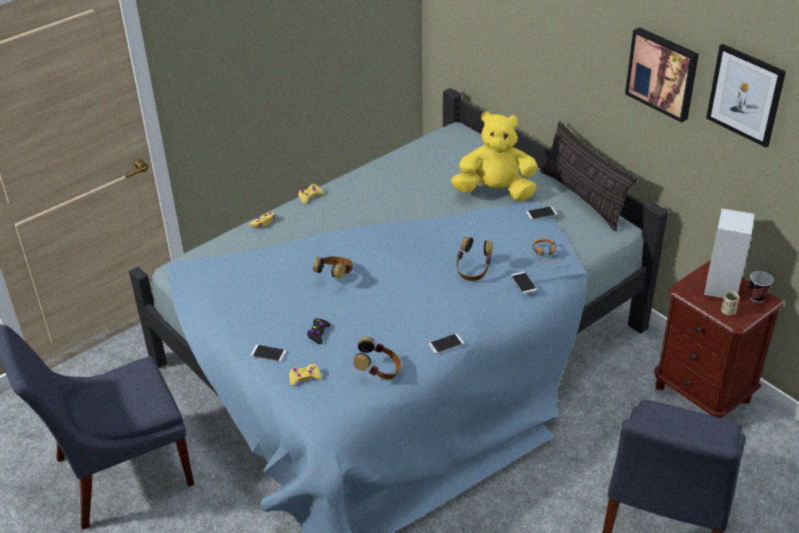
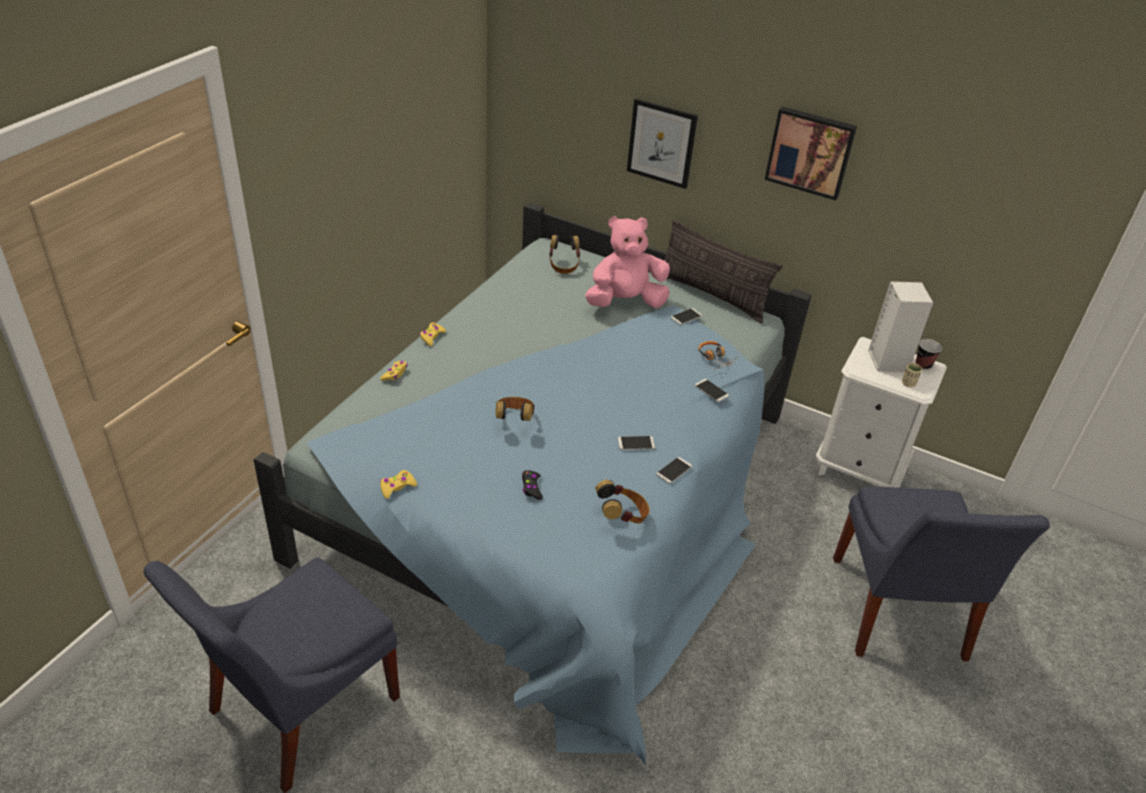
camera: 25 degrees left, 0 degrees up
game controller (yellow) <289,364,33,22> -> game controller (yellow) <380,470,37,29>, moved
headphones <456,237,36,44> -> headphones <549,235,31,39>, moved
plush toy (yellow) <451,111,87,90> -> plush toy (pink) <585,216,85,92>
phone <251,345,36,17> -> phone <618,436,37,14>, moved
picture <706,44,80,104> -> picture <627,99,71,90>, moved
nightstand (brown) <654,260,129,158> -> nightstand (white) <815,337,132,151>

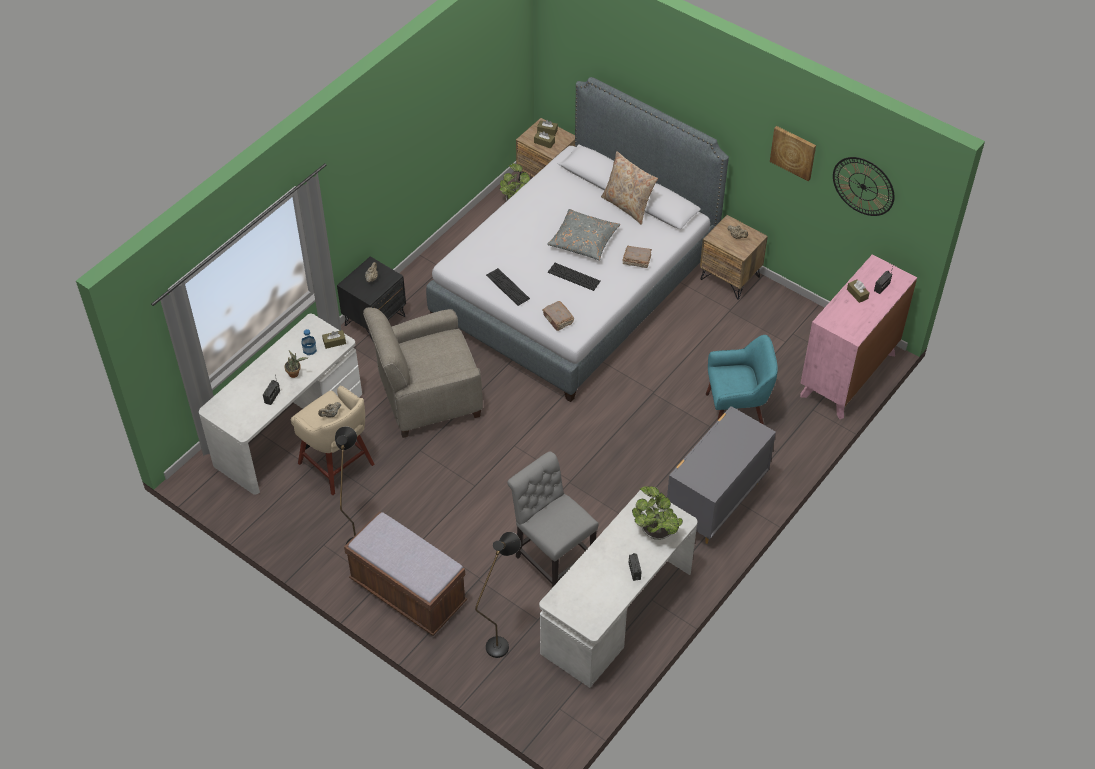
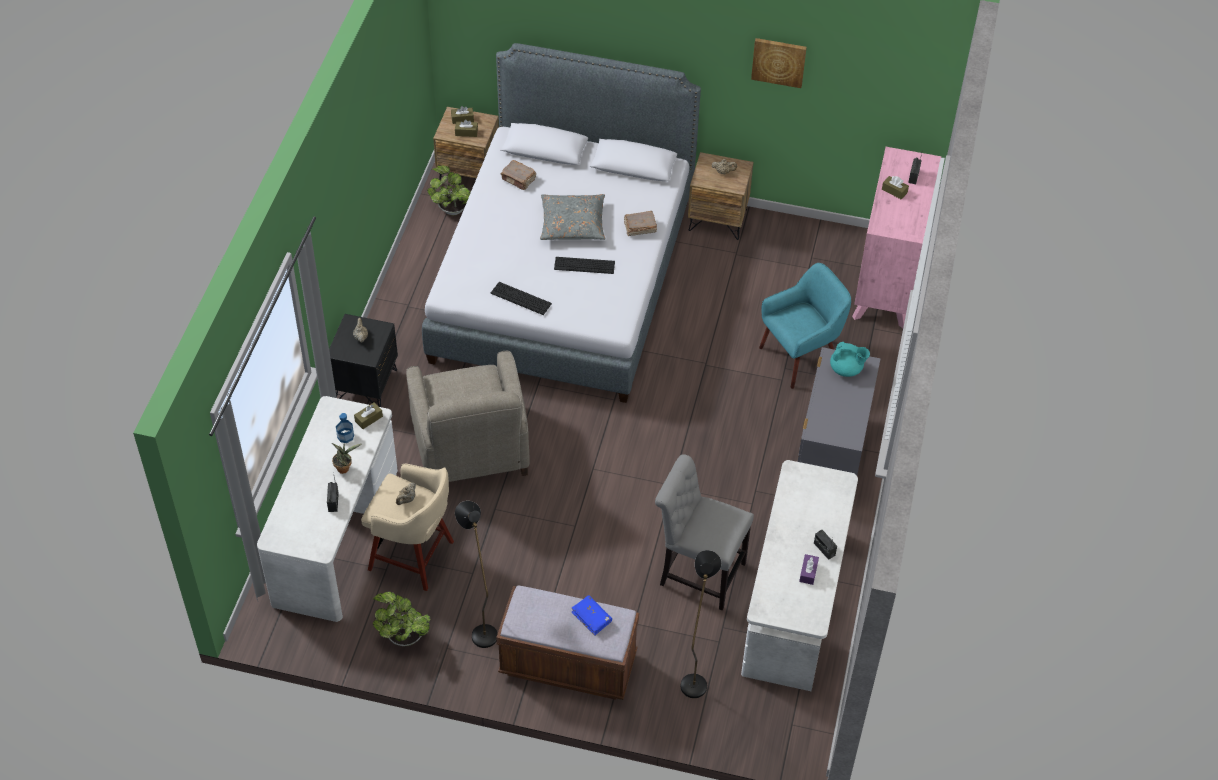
camera: 25 degrees left, 0 degrees up
potted plant <632,486,51,54> -> potted plant <373,592,57,54>, moved
armchair (beige) <363,307,120,131> -> armchair (beige) <406,351,124,131>, 60 degrees counterclockwise
book (brown) <542,301,32,30> -> book (brown) <500,160,36,30>, moved
none -> book (blue) <571,595,41,41>
none -> tissue box (purple) <799,554,20,31>
none -> teapot (turquoise) <830,342,40,35>
pillow (beige) <601,151,57,74> -> none
wall clock <833,157,62,59> -> none

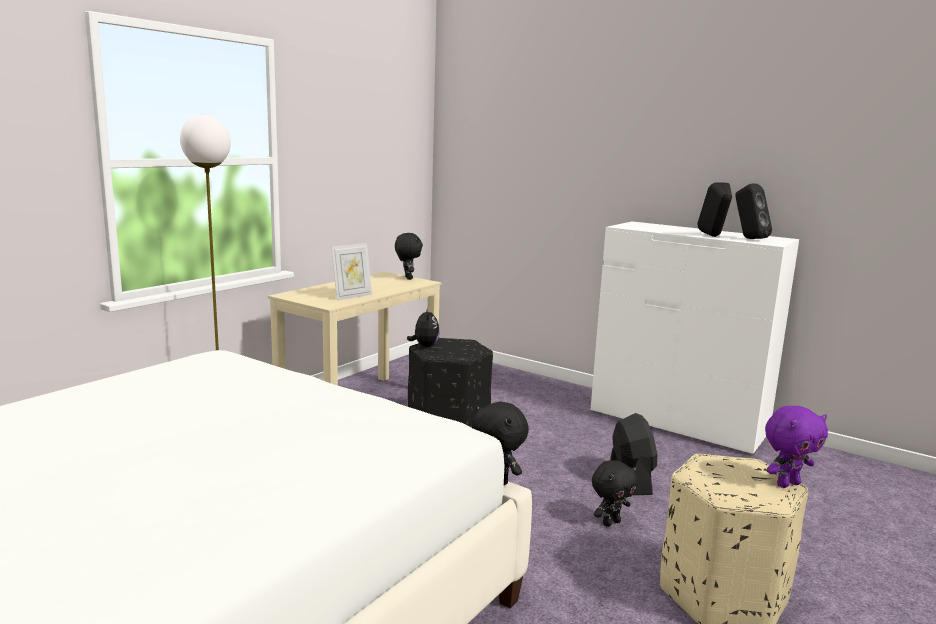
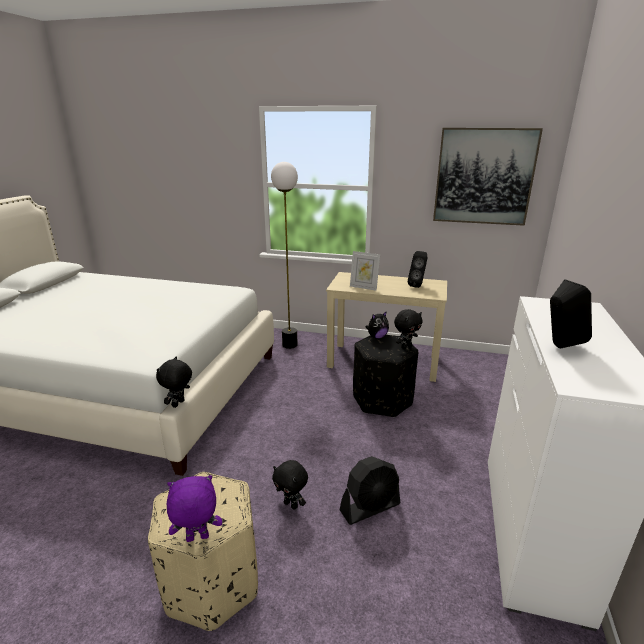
camera: 70 degrees right, 10 degrees up
plush toy (purple) <765,406,63,82> -> plush toy (purple) <166,475,56,67>, 120 degrees clockwise
plush toy (black) <395,233,28,47> -> plush toy (black) <394,309,29,40>, moved
speaker (black) <735,184,37,55> -> speaker (black) <408,251,20,37>, moved
none -> picture <433,128,110,98>

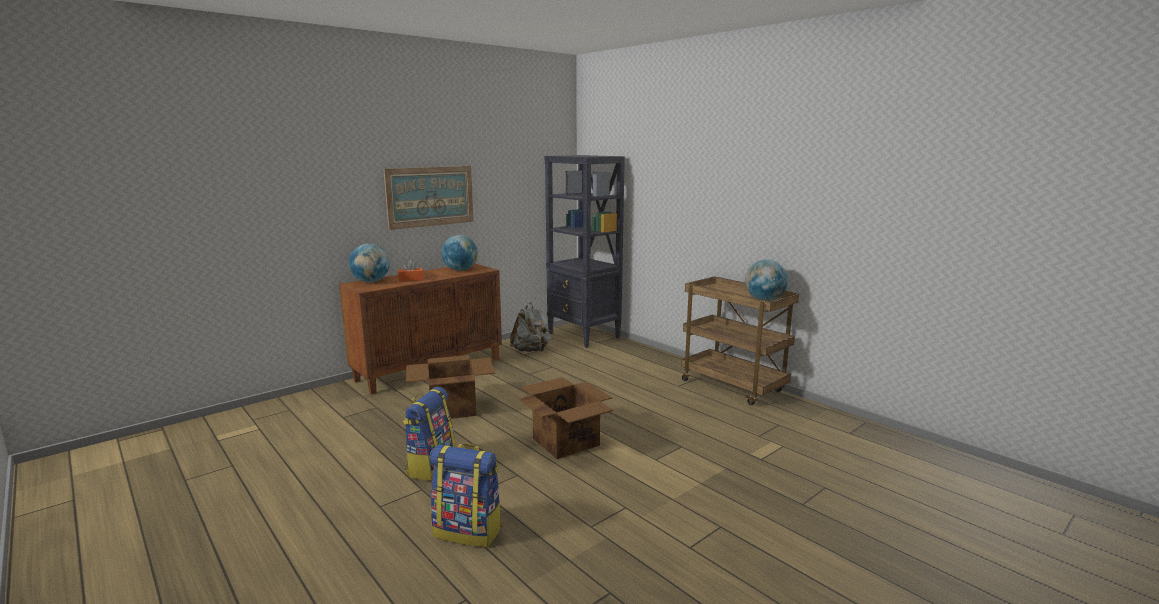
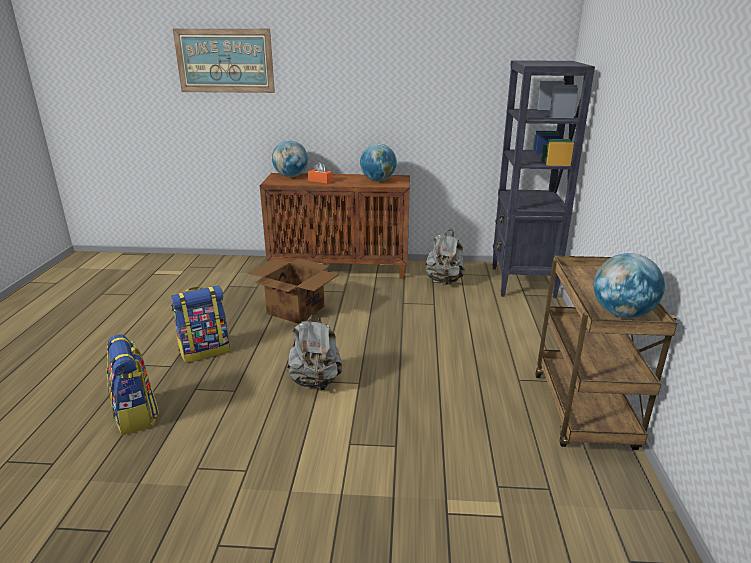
camera: 45 degrees right, 10 degrees up
picture <383,166,91,64> -> picture <173,28,102,65>, moved
cardboard box <519,377,94,82> -> backpack (grey) <286,313,56,78>

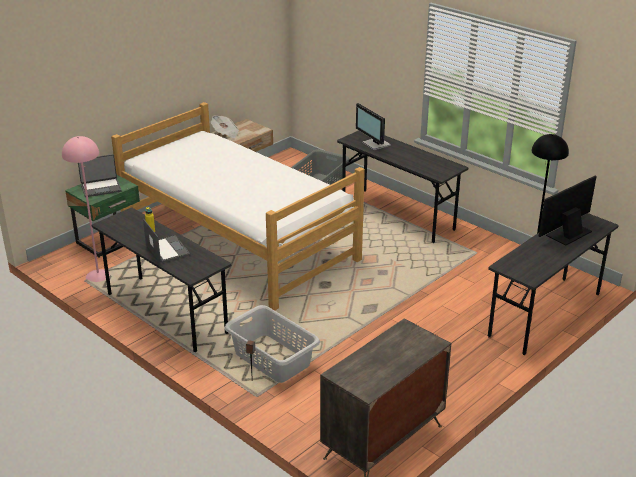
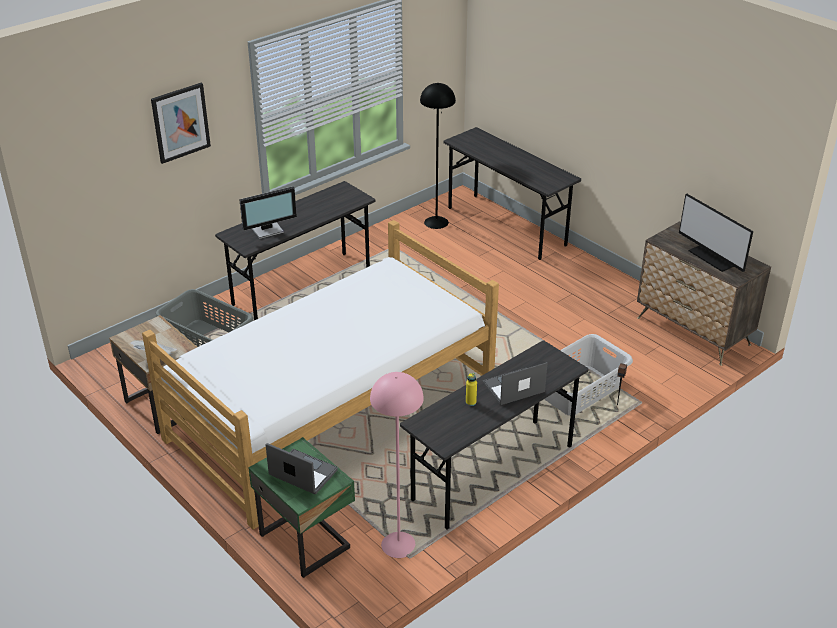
camera: 85 degrees left, 5 degrees up
none -> picture <151,83,60,81>
laptop <78,154,44,43> -> laptop <266,443,72,51>, 45 degrees counterclockwise
monitor <539,176,58,70> -> monitor <679,194,74,78>, moved

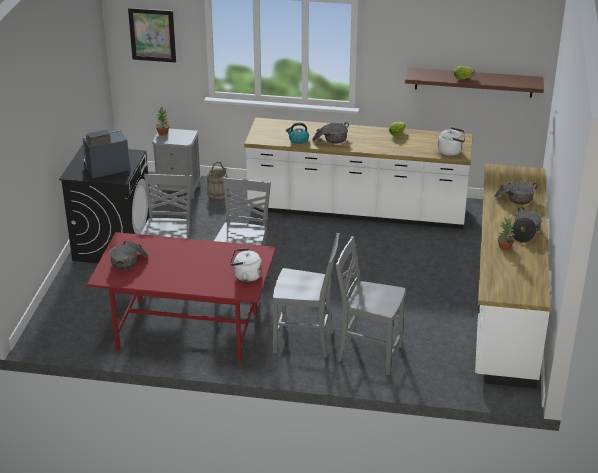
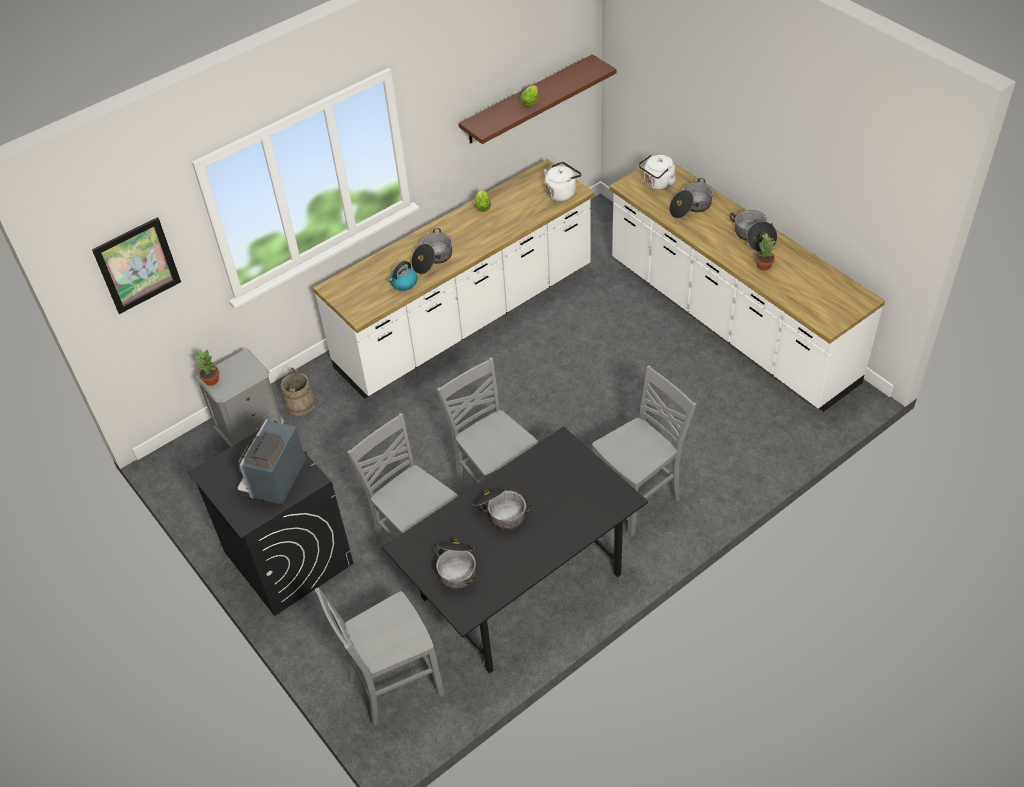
camera: 45 degrees left, 15 degrees up
chair (grey) <336,236,69,139> -> chair (grey) <315,587,130,139>, moved
dining table (red) <87,232,189,131> -> dining table (black) <382,426,266,247>
none -> cooking pot <472,488,61,42>
kettle (white) <230,248,32,34> -> kettle (white) <638,154,38,36>, moved

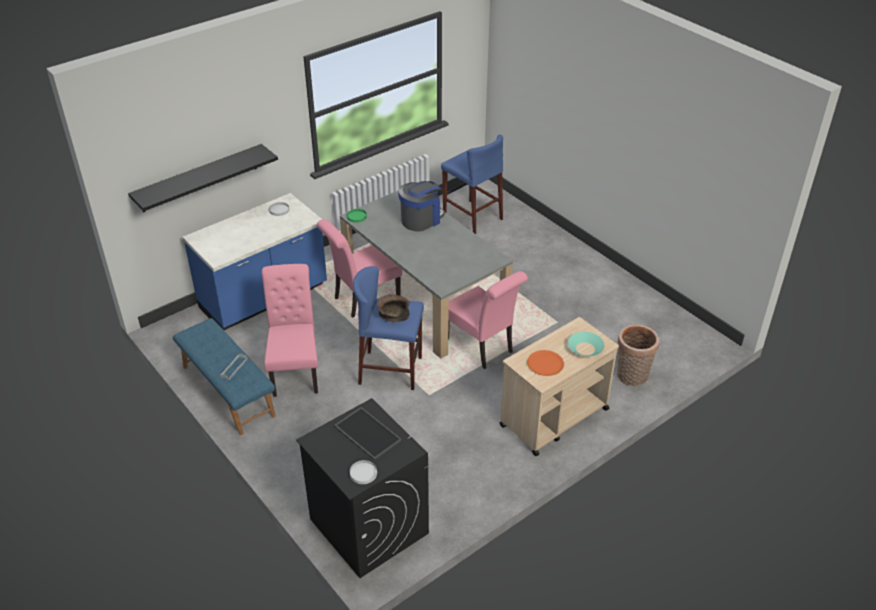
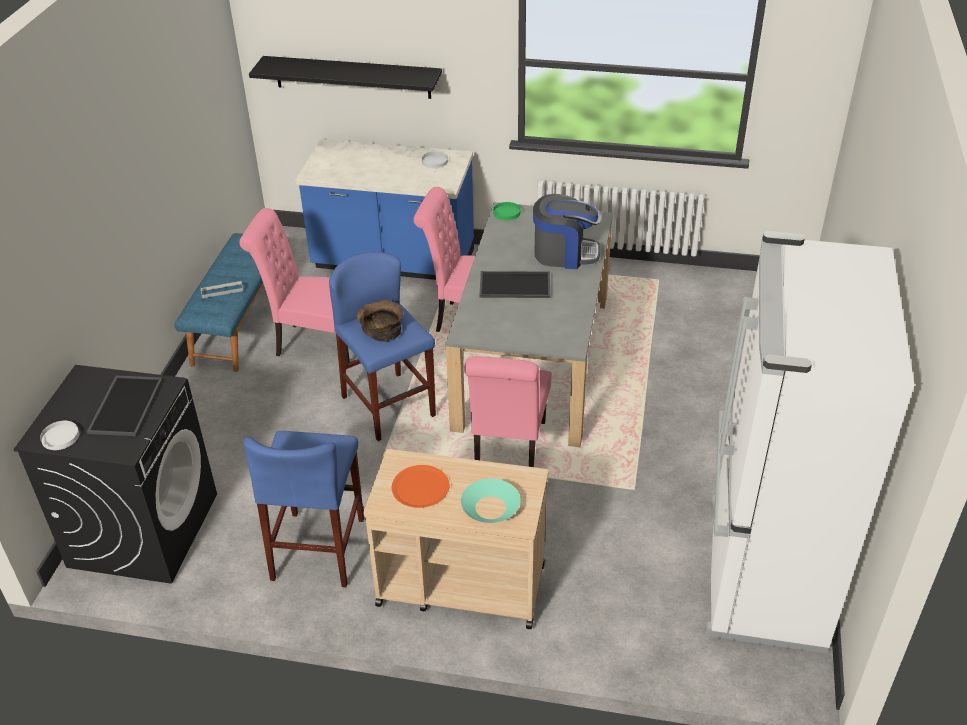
camera: 50 degrees right, 0 degrees up
chair (pink) <262,264,56,133> -> chair (pink) <239,208,111,156>, 120 degrees counterclockwise
stool (blue) <441,135,62,99> -> stool (blue) <244,431,120,156>, moved
none -> tray <479,271,71,27>
none -> fridge (white) <705,231,209,423>
basket <617,324,42,62> -> none

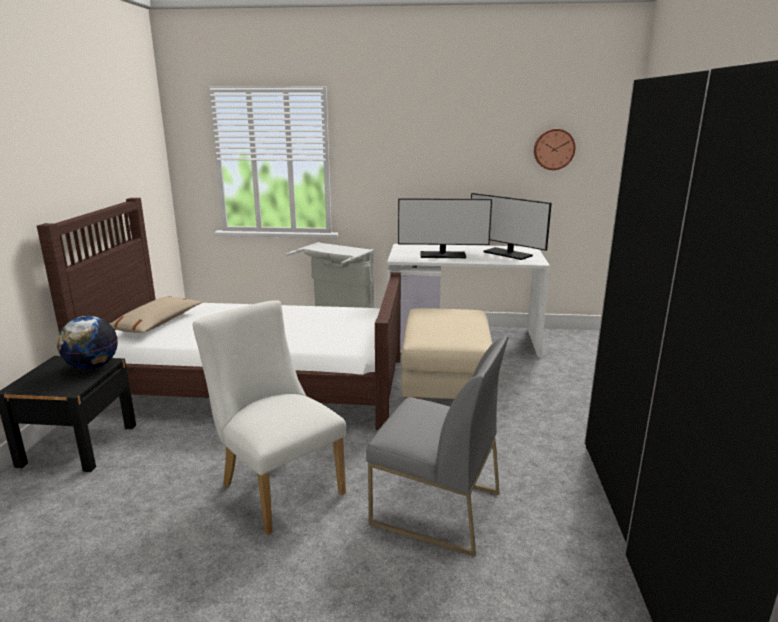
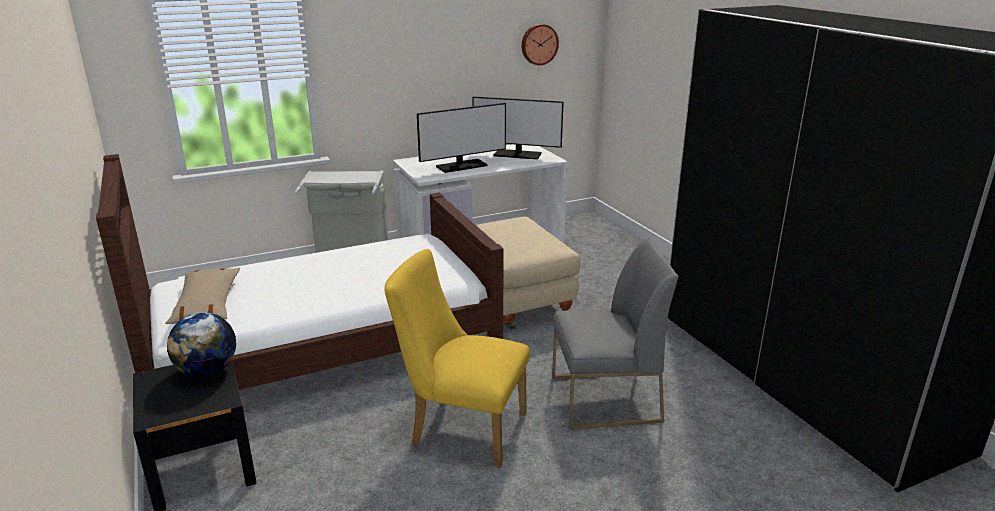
camera: 30 degrees left, 5 degrees up
chair (white) <193,300,153,235> -> chair (yellow) <384,249,146,219>

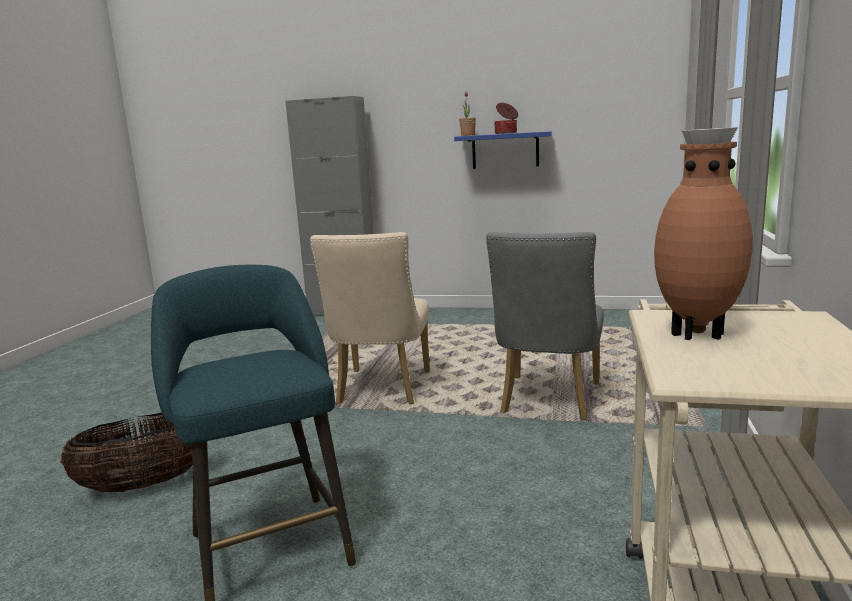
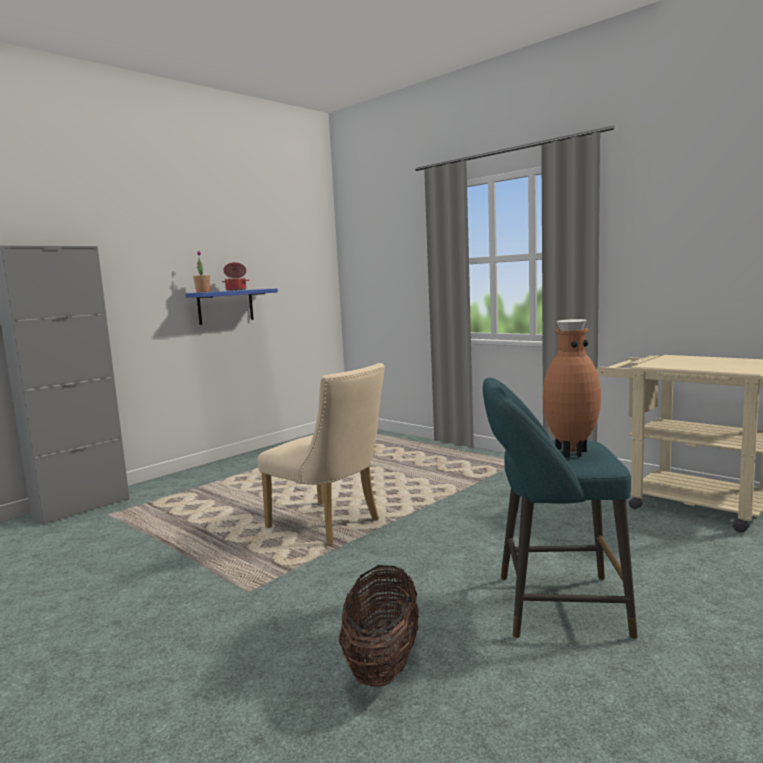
camera: 60 degrees left, 5 degrees down
vase (brown) <654,127,99,213> -> vase (brown) <543,319,58,138>, moved
chair (grey) <486,232,118,188> -> none

